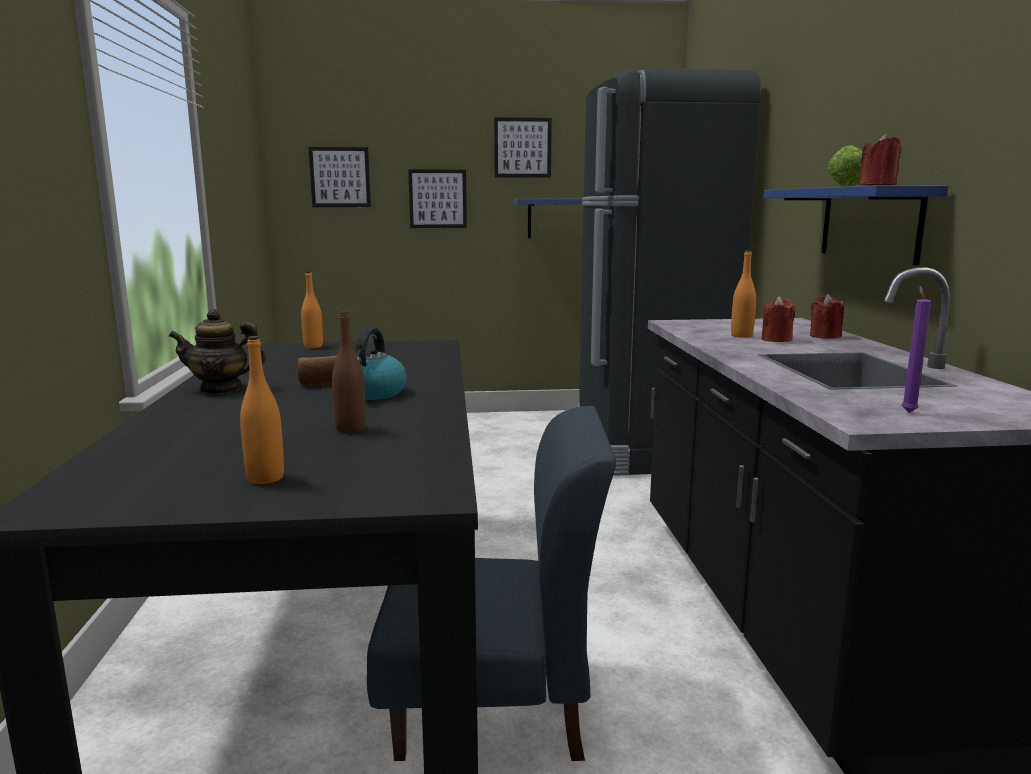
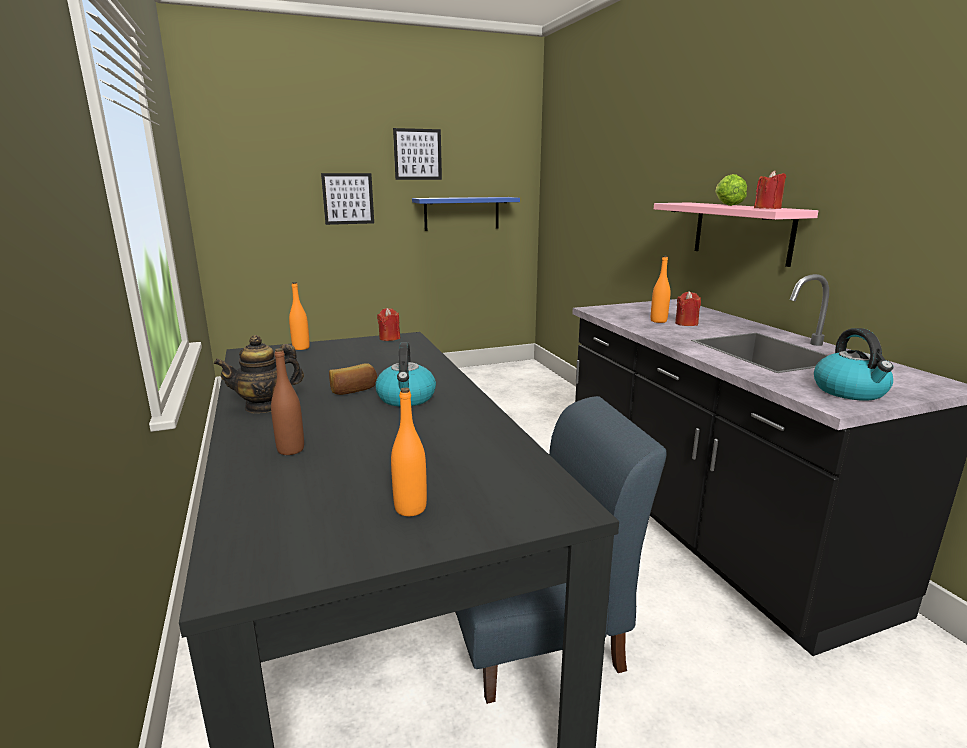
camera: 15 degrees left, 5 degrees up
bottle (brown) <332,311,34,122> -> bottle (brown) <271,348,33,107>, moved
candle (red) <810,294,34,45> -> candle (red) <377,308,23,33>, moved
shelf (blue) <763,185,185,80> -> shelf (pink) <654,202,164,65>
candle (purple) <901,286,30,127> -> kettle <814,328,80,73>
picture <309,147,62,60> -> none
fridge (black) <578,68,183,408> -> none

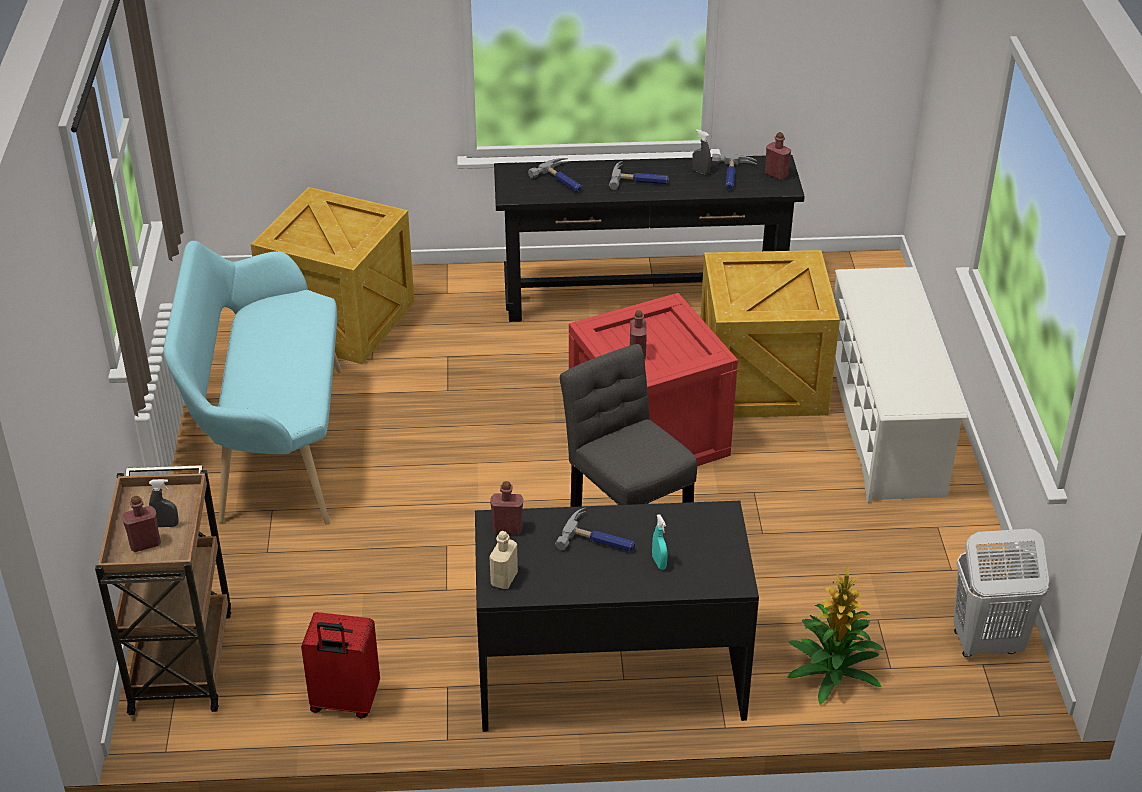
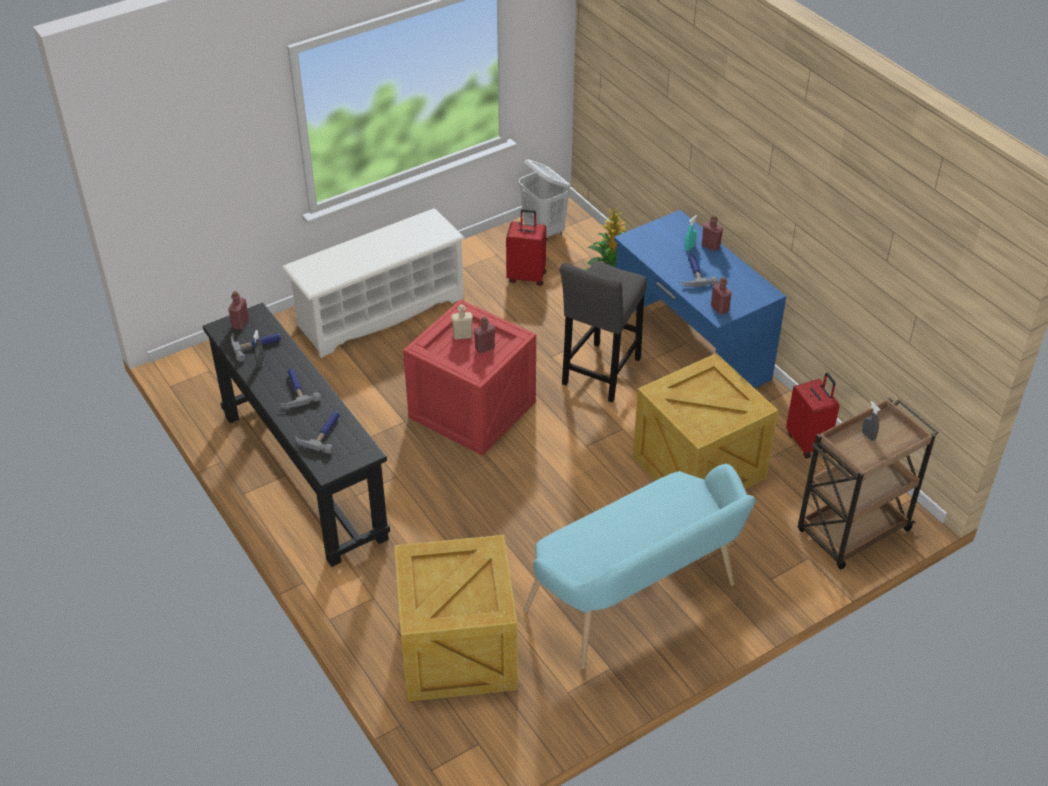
camera: 120 degrees left, 5 degrees up
bottle (beige) <489,531,29,58> -> bottle (beige) <451,304,22,36>, moved
none -> suitcase (red) <506,209,40,77>
desk (black) <475,501,284,231> -> desk (blue) <614,210,172,178>
crate <700,250,140,168> -> crate <632,353,147,136>, moved
bottle (red) <122,496,39,56> -> bottle (red) <702,215,21,36>, moved

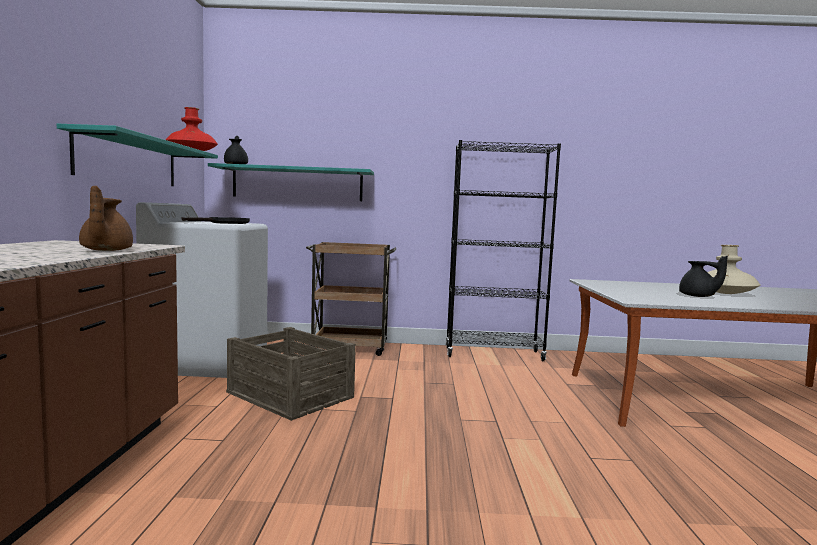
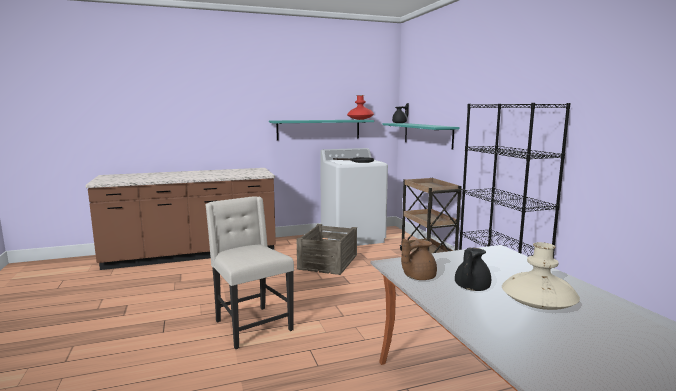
camera: 70 degrees right, 5 degrees up
none -> chair (beige) <205,196,89,153>
teapot (brown) <79,186,54,65> -> teapot (brown) <401,239,36,41>, moved

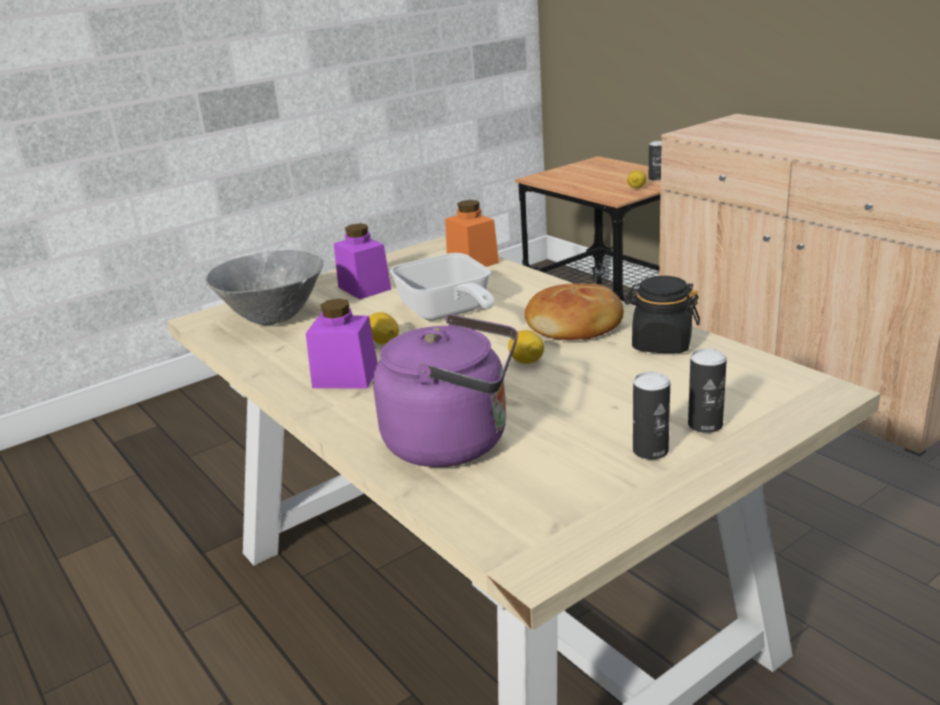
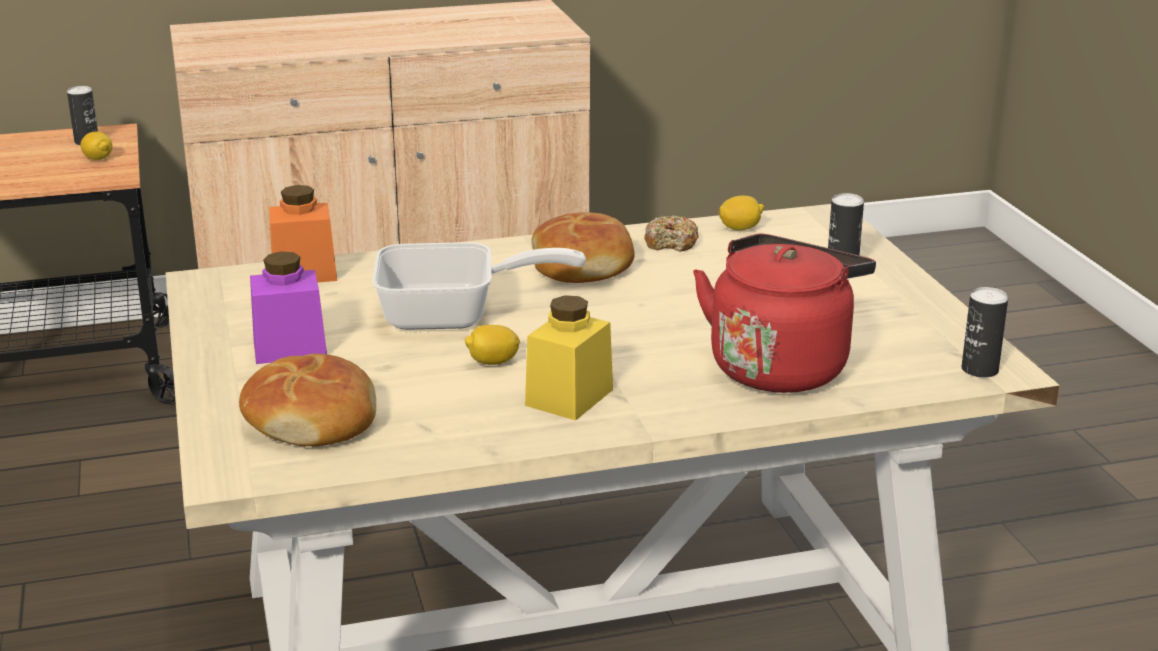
camera: 70 degrees left, 0 degrees up
bowl (grey) <206,250,118,75> -> bread <239,354,137,92>
jar (purple) <306,299,72,90> -> jar (yellow) <525,295,88,126>
jar (black) <624,276,76,77> -> donut <644,215,55,37>
kettle (purple) <373,314,145,153> -> kettle (red) <693,234,183,159>
lemon <508,330,36,34> -> lemon <718,196,46,35>, moved
can <633,372,37,88> -> can <962,287,46,91>, moved

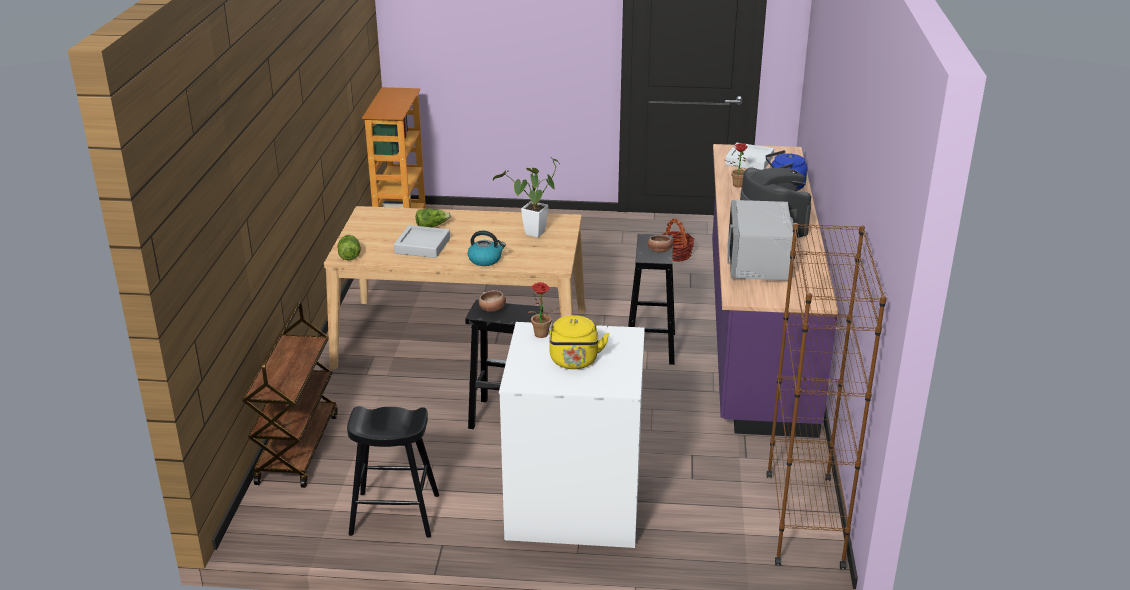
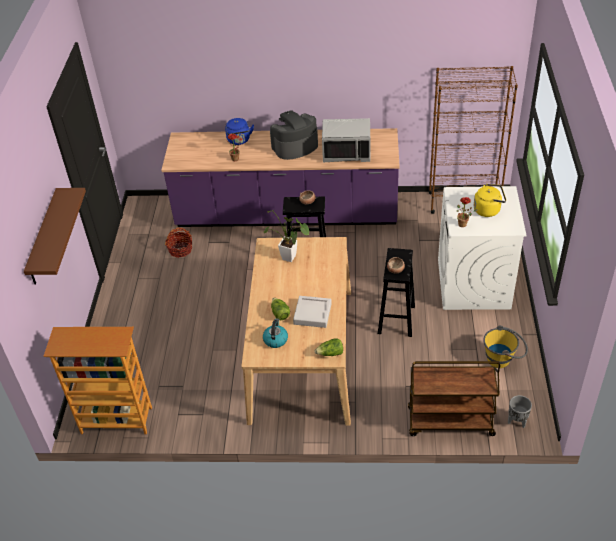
camera: 90 degrees left, 15 degrees up
none -> shelf (brown) <24,188,62,97>
kettle <468,231,38,35> -> kettle <263,319,25,29>, moved
stool (black) <347,406,92,132> -> bucket (yellow) <483,325,45,43>
none -> planter (grey) <508,395,24,33>
tray (white) <725,143,49,27> -> none

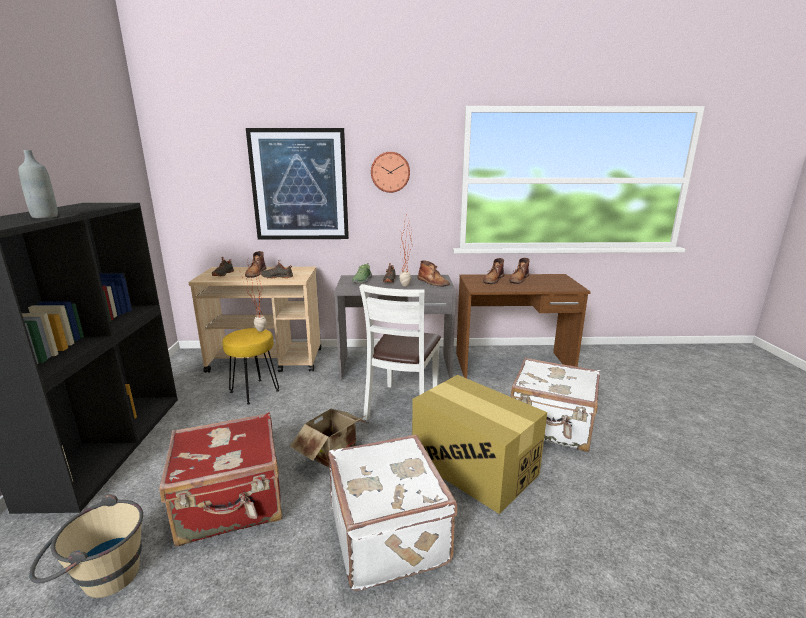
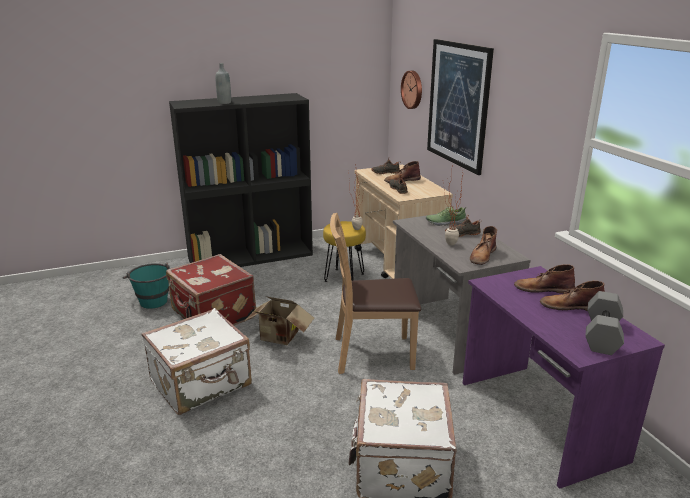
camera: 70 degrees right, 5 degrees up
bucket (beige) <29,494,114,104> -> bucket (turquoise) <122,262,48,47>
chair (white) <359,284,82,136> -> chair (brown) <330,213,91,161>
wall clock <371,152,39,41> -> wall clock <401,71,21,38>, moved
desk (brown) <456,274,135,104> -> desk (purple) <463,266,202,223>
none -> dumbbell (grey) <585,291,39,64>
cardboard box <412,375,135,139> -> none

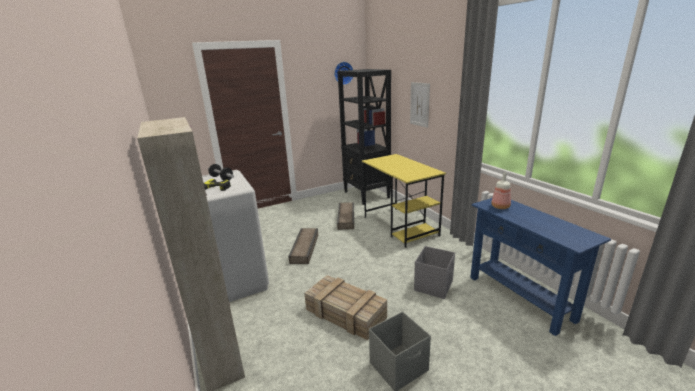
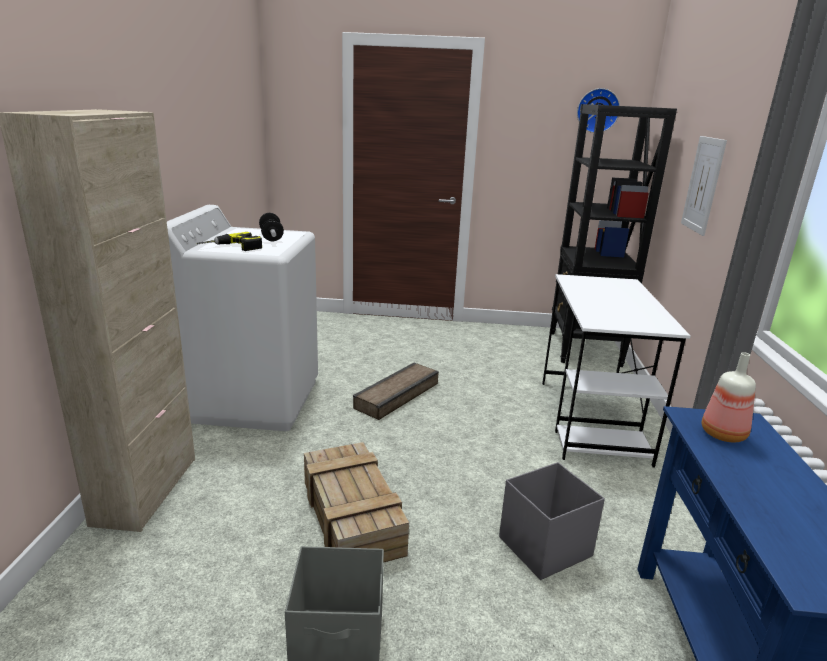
camera: 30 degrees right, 0 degrees up
desk (yellow) <362,154,84,94> -> desk (white) <542,274,148,194>
crate <337,202,17,28> -> none

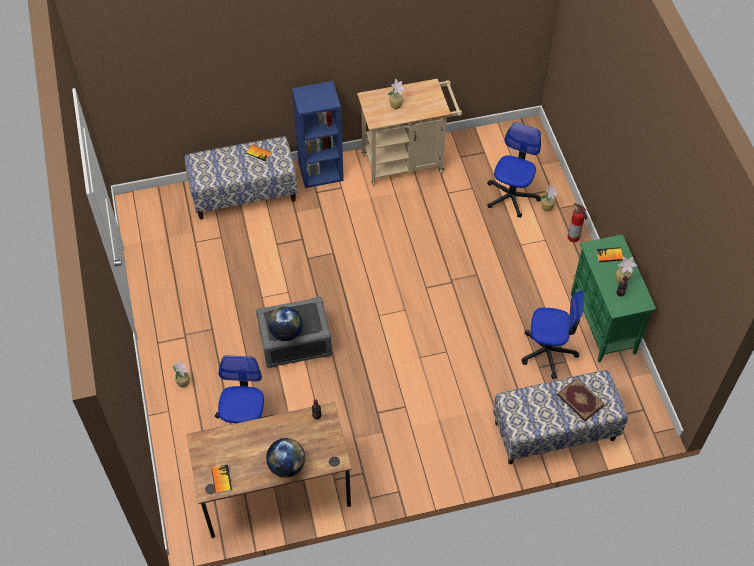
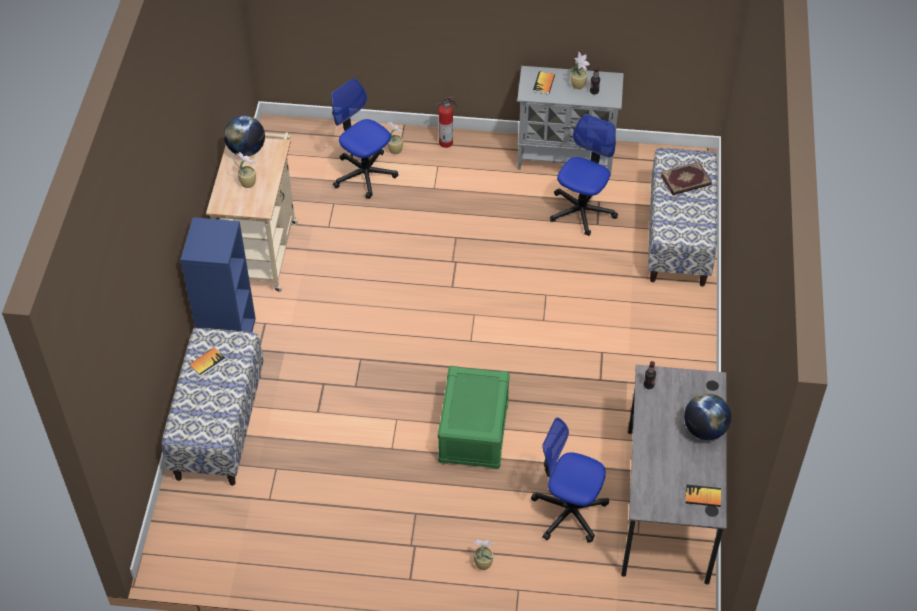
camera: 70 degrees left, 5 degrees down
globe <268,307,35,34> -> globe <224,115,41,41>, moved
storage box (grey) <256,297,76,71> -> storage box (green) <438,366,72,103>
cabinet (green) <571,234,85,128> -> cabinet (grey) <517,66,107,111>
desk (brown) <186,402,166,136> -> desk (grey) <621,365,106,220>

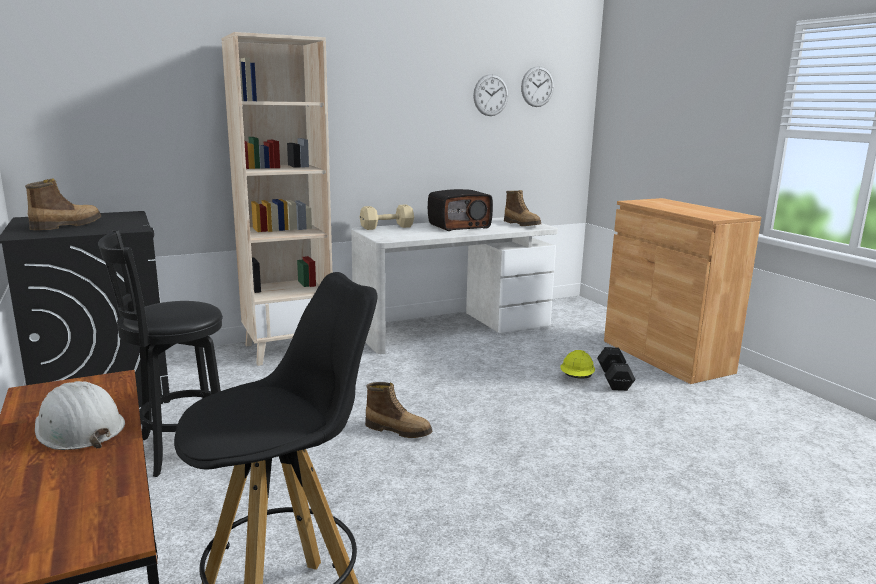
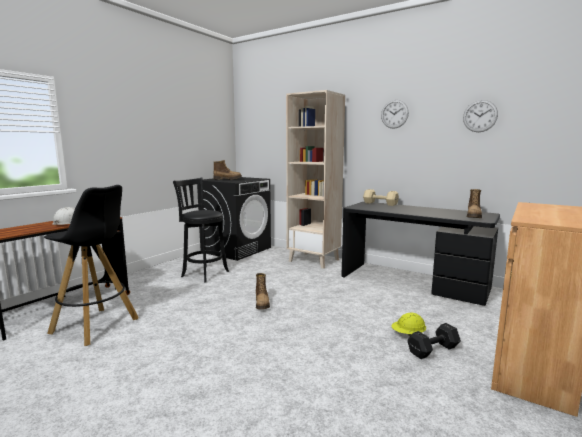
camera: 60 degrees right, 5 degrees down
desk (white) <351,217,207,137> -> desk (black) <341,202,159,104>
wall clock <521,66,33,41> -> wall clock <381,100,28,29>, moved
radio <428,189,65,42> -> none

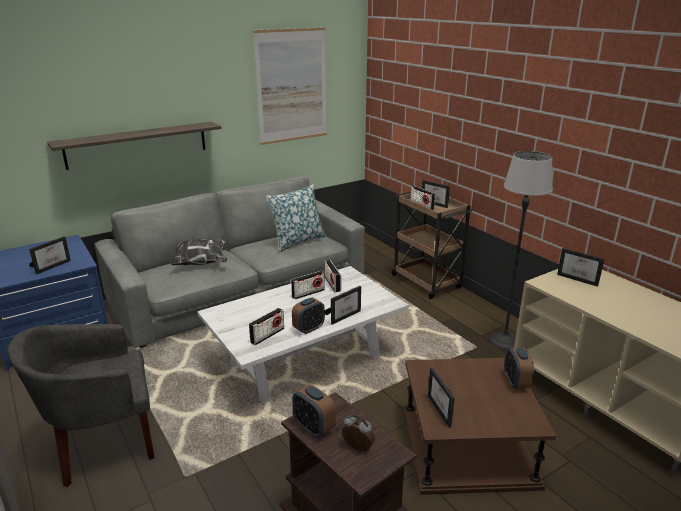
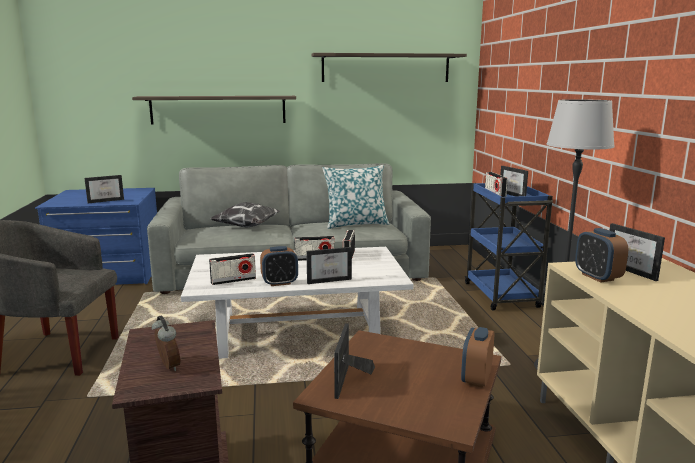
camera: 25 degrees right, 10 degrees down
picture <253,27,74,118> -> shelf <311,53,156,29>
cart (brown) <391,192,82,107> -> cart (blue) <465,183,88,128>
alarm clock <292,384,44,54> -> alarm clock <575,228,53,55>, moved

